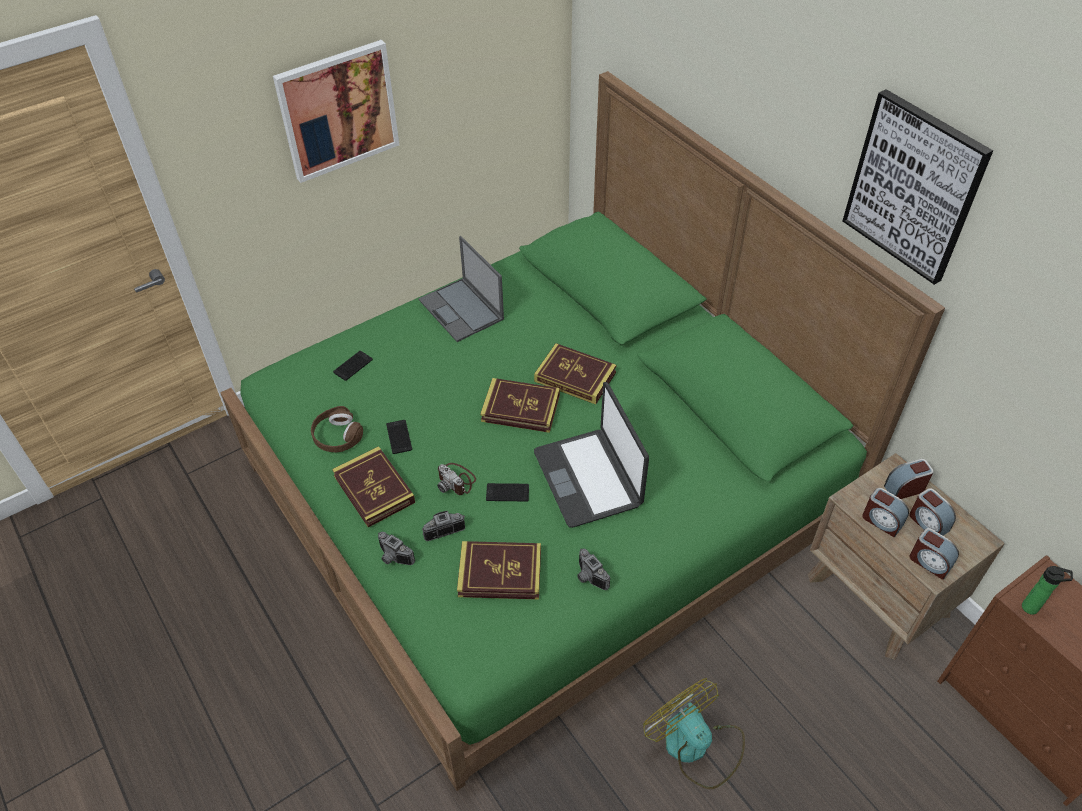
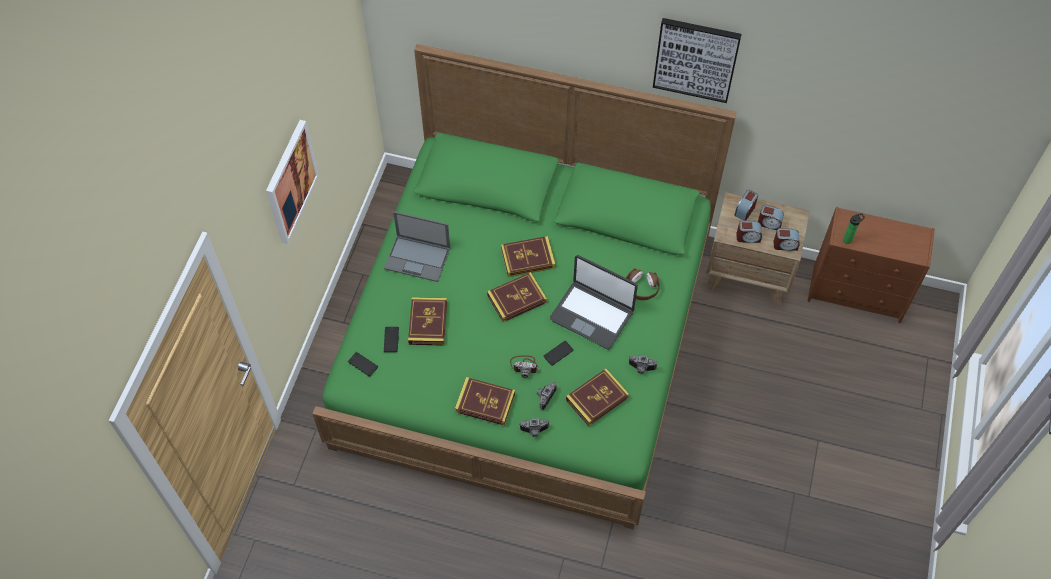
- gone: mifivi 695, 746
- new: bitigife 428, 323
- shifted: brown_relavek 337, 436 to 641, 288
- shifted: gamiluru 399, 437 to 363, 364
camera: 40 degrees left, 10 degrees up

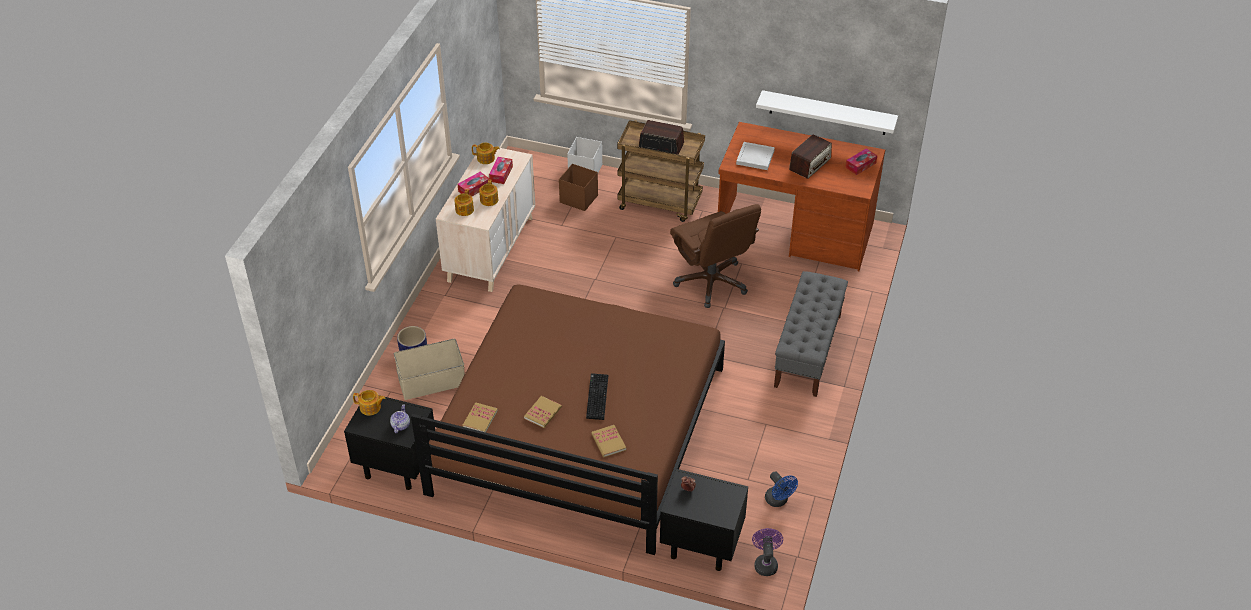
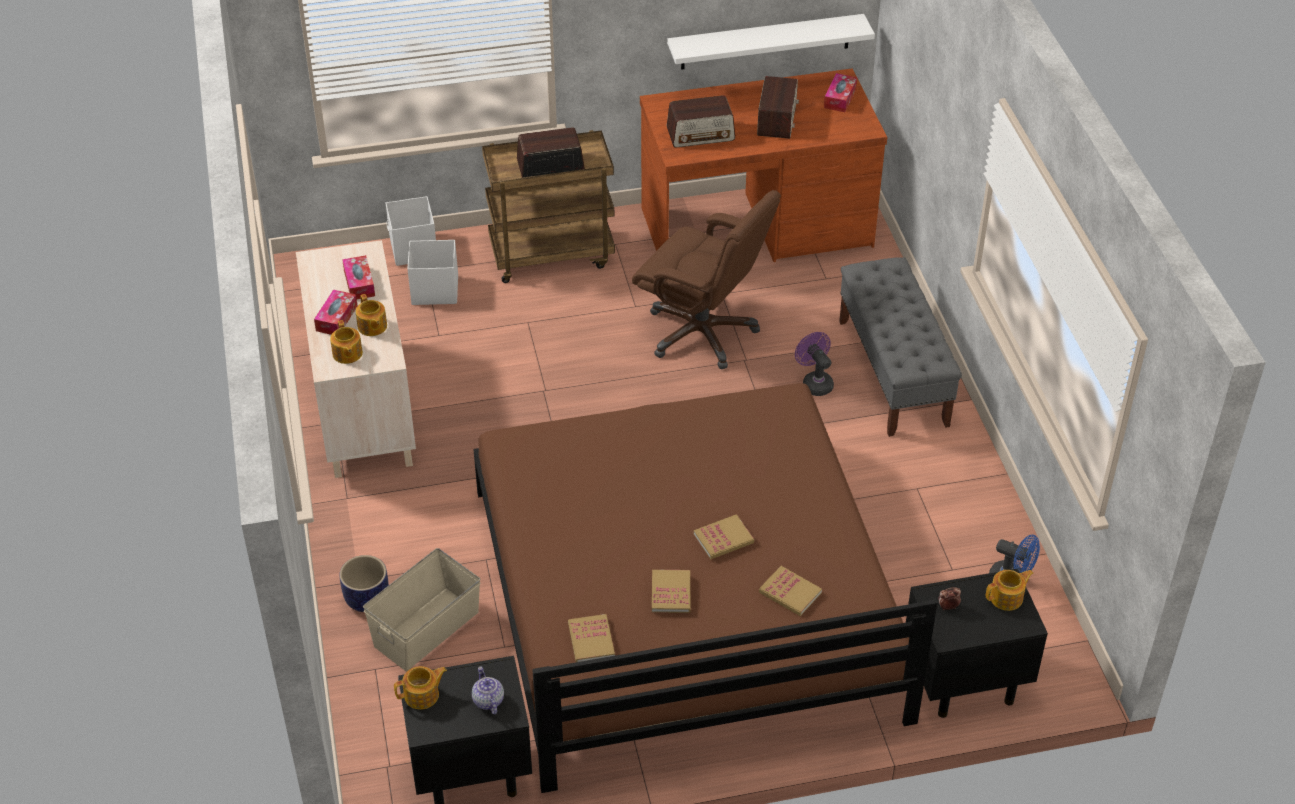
- shifted: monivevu 486, 159 to 1007, 598
- shifted: purple_mifivi 765, 563 to 814, 382
- swapped: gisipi 596, 396 to bitigife 723, 539
- swapped: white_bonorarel 756, 157 to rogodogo 701, 134
- repainted: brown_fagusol 578, 199 to white_fagusol 434, 290
camera: 30 degrees left, 0 degrees up

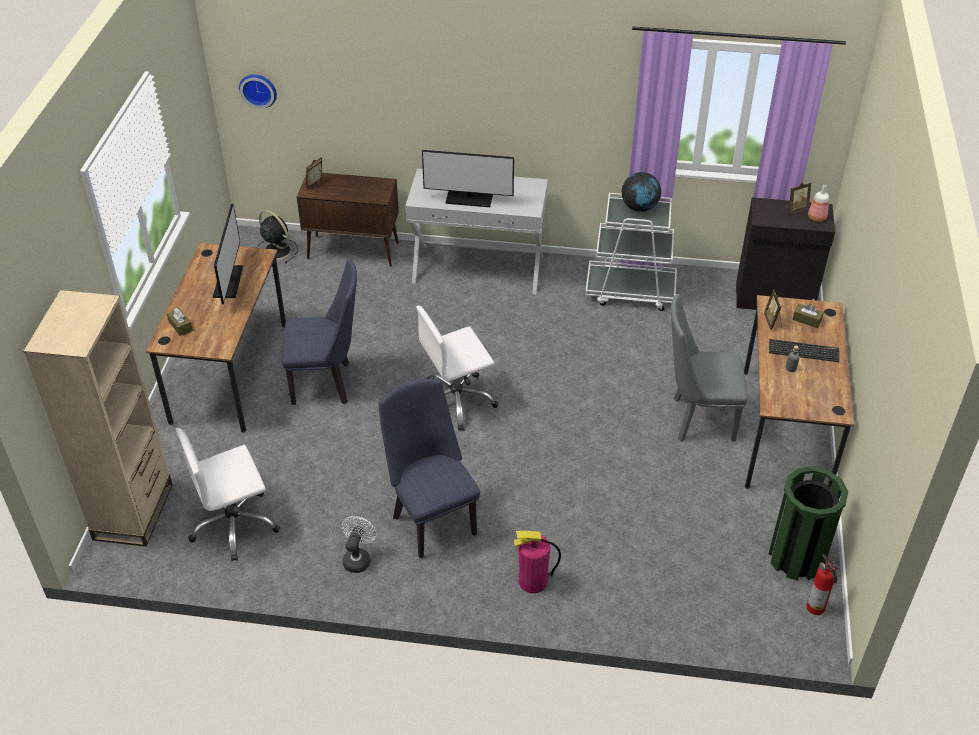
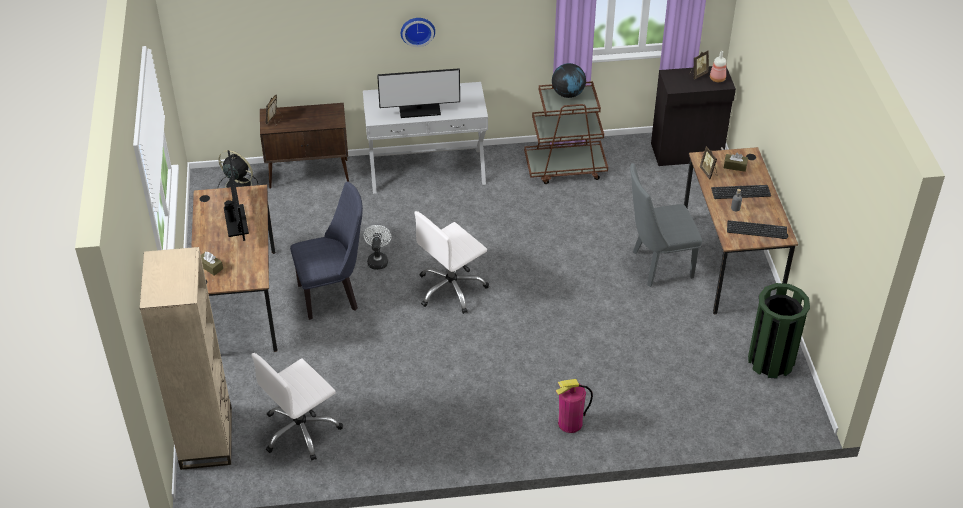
- gone: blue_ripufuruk 431, 519
- gone: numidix 816, 608
- new: gisipi 756, 230
- shifted: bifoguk 258, 89 to 417, 30
- shifted: white_mifivi 358, 558 to 378, 260
- repainted: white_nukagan 630, 291 to brown_nukagan 565, 167
camera: 15 degrees left, 0 degrees up

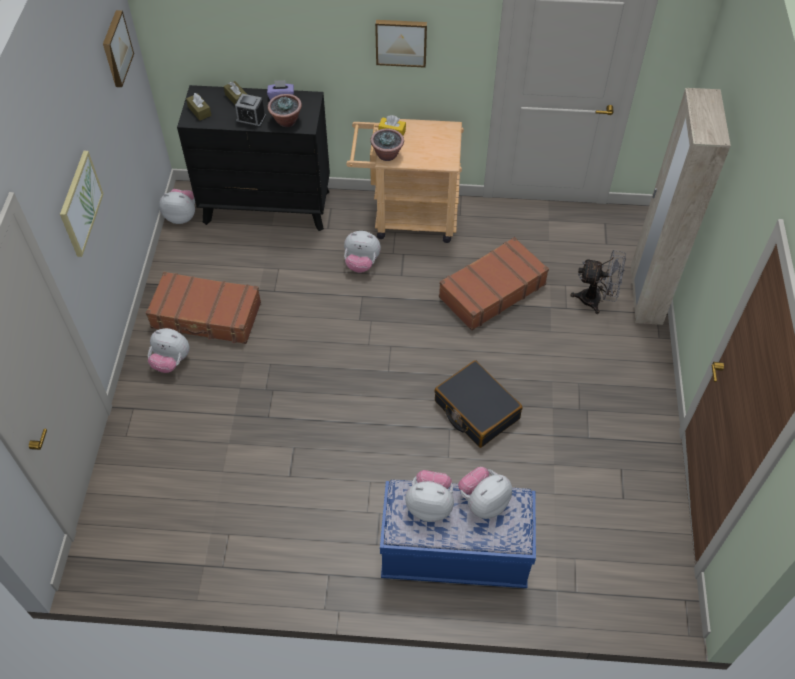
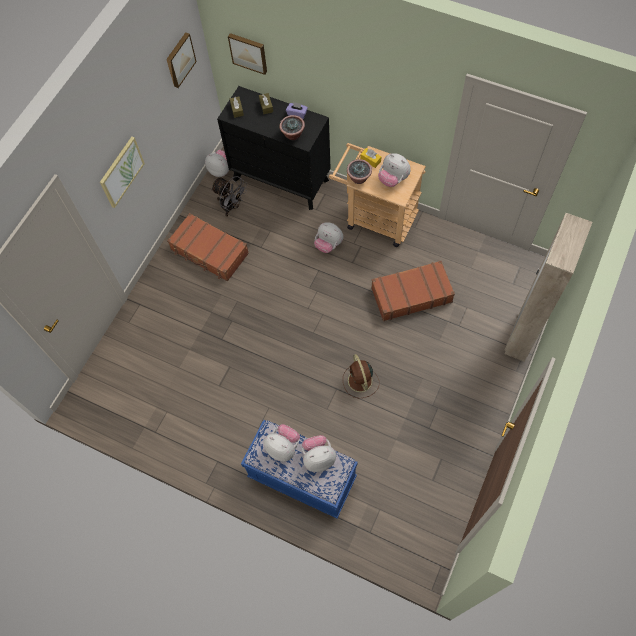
- gone: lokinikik 251, 119
- shifted: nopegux 171, 361 to 393, 179
- shifted: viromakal 401, 42 to 248, 52
- shifted: grey_mifivi 596, 300 to 231, 207
- swapped: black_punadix 476, 410 to brown_mifivi 360, 381
camera: 25 degrees right, 10 degrees up

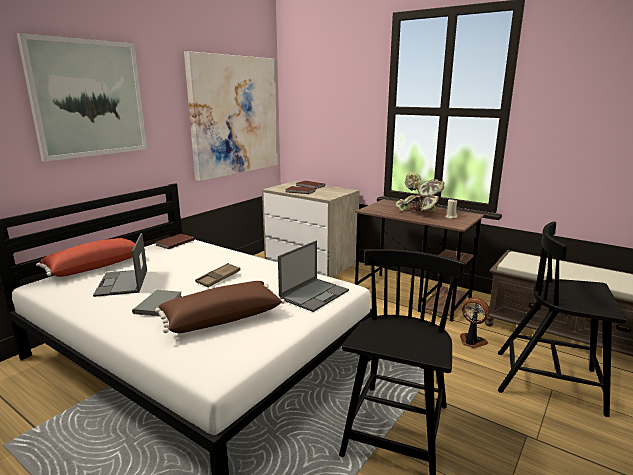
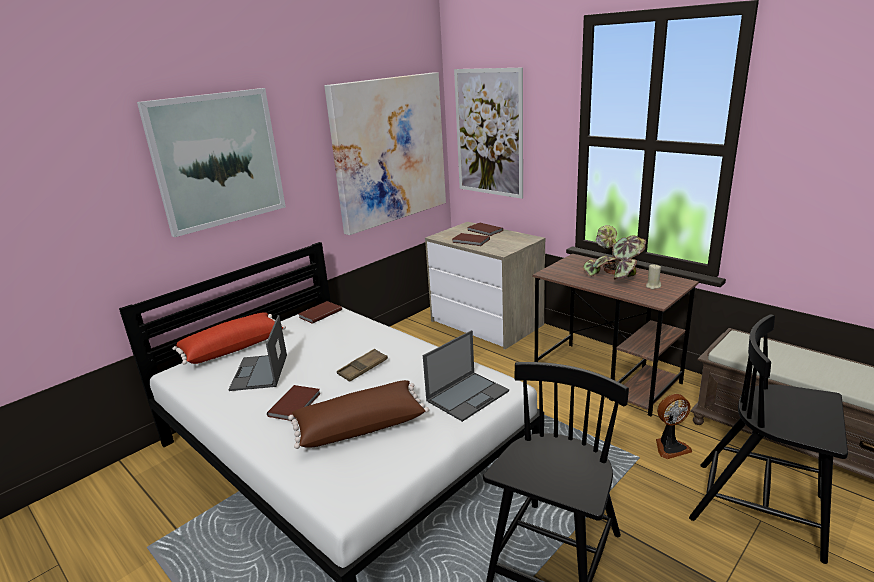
- new: viromakal 489, 133
- repainted: grey_bitigife 159, 304 to brown_bitigife 296, 404
- rotated: mifivi 471, 342 = 670, 447 120 degrees clockwise
camera: 10 degrees right, 5 degrees up

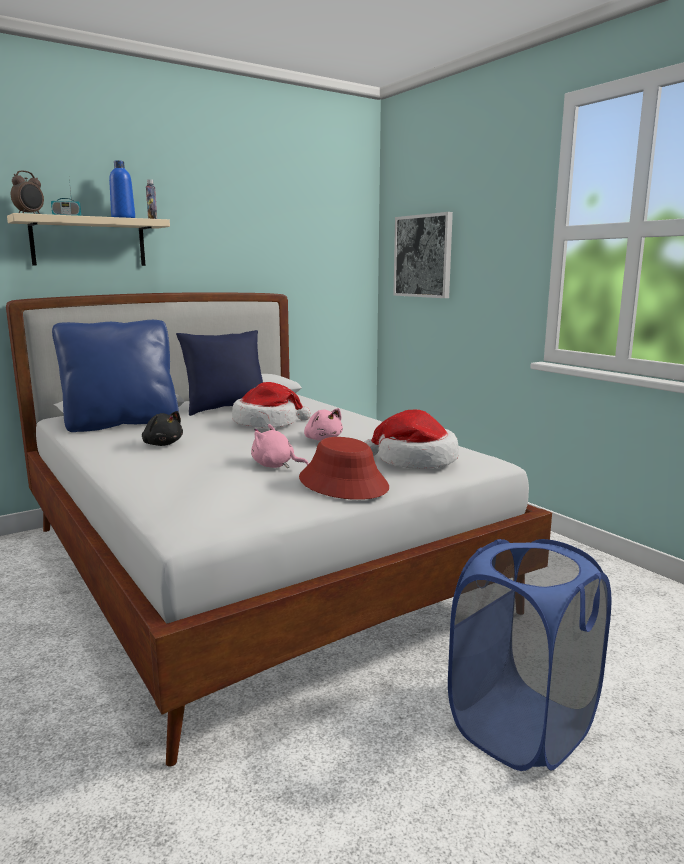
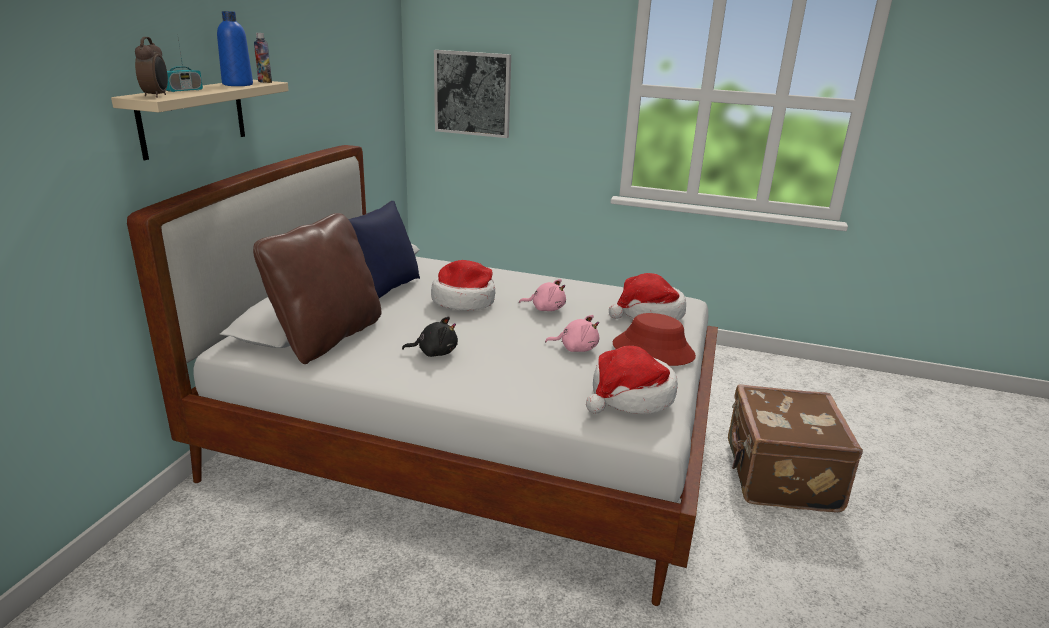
- new: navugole 630, 397
- swapped: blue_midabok 521, 728 to brown_punadix 778, 476
- repainted: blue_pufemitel 121, 423 to brown_pufemitel 327, 337
- rotated: pink_nopegux 275, 466 = 576, 348 150 degrees counterclockwise
camera: 40 degrees left, 10 degrees up

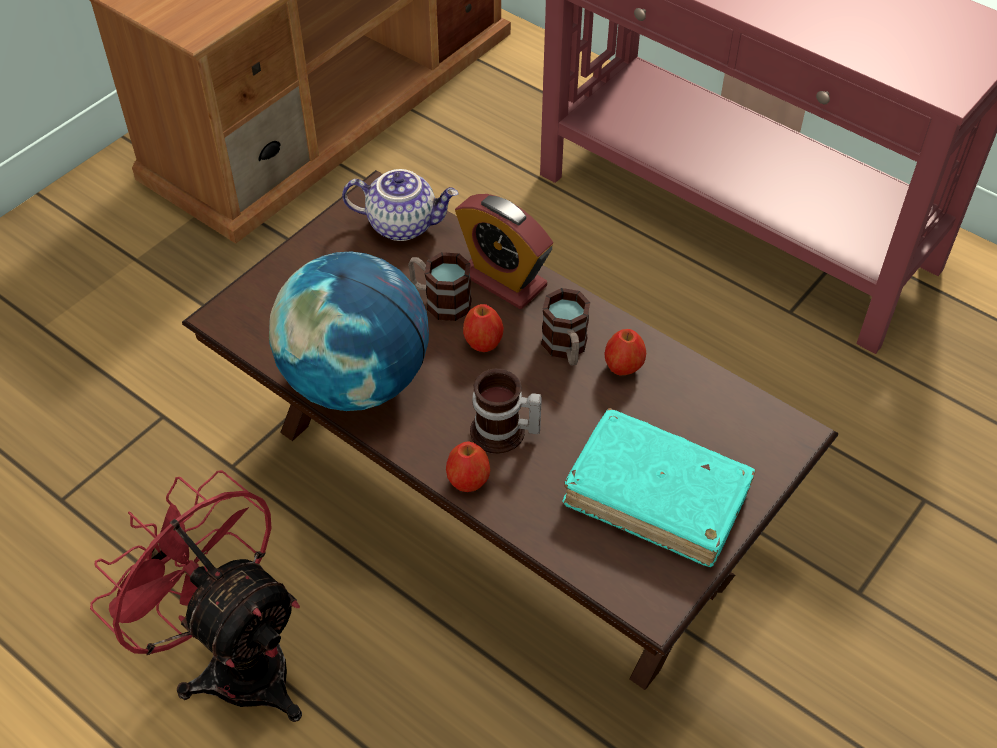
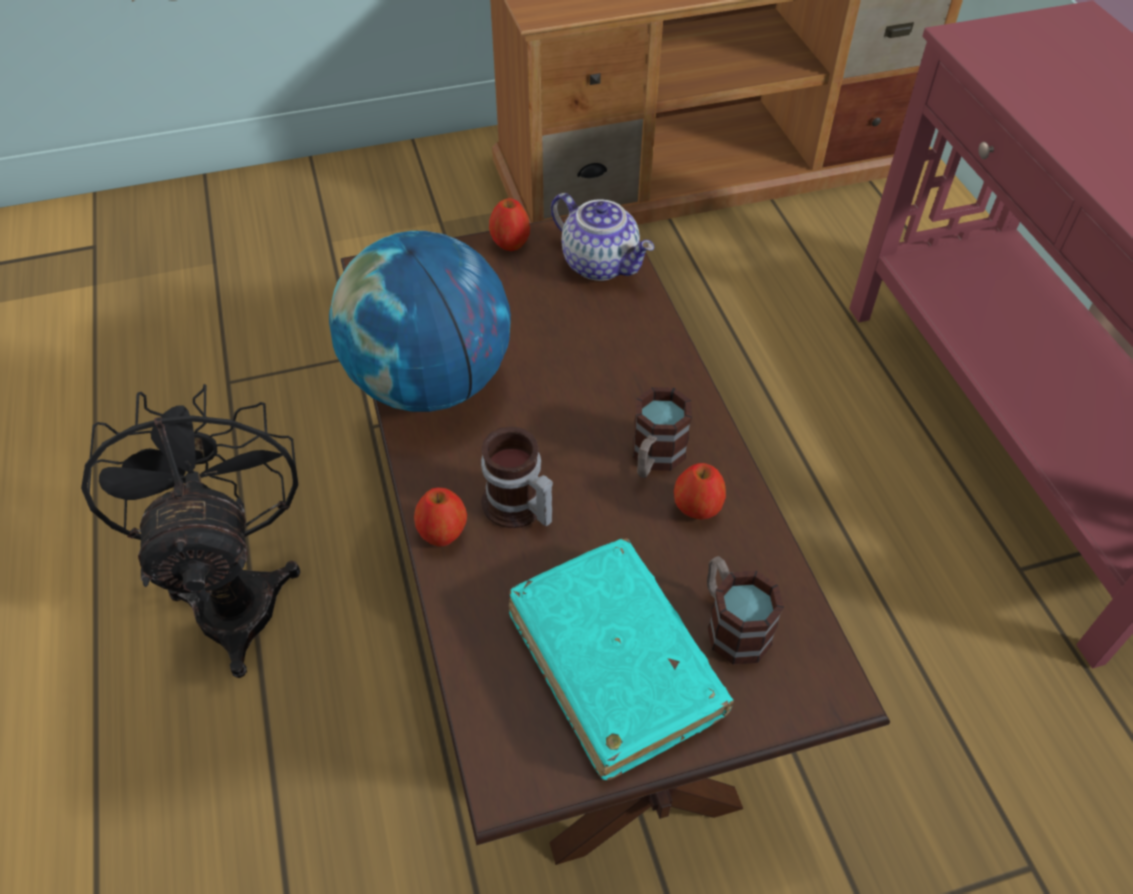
- gone: lokinikik 503, 280
- shifted: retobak 440, 300 to 731, 624
- shifted: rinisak 483, 343 to 510, 243
- repainted: red_mifivi 235, 660 to black_mifivi 236, 591
camera: 35 degrees right, 0 degrees up

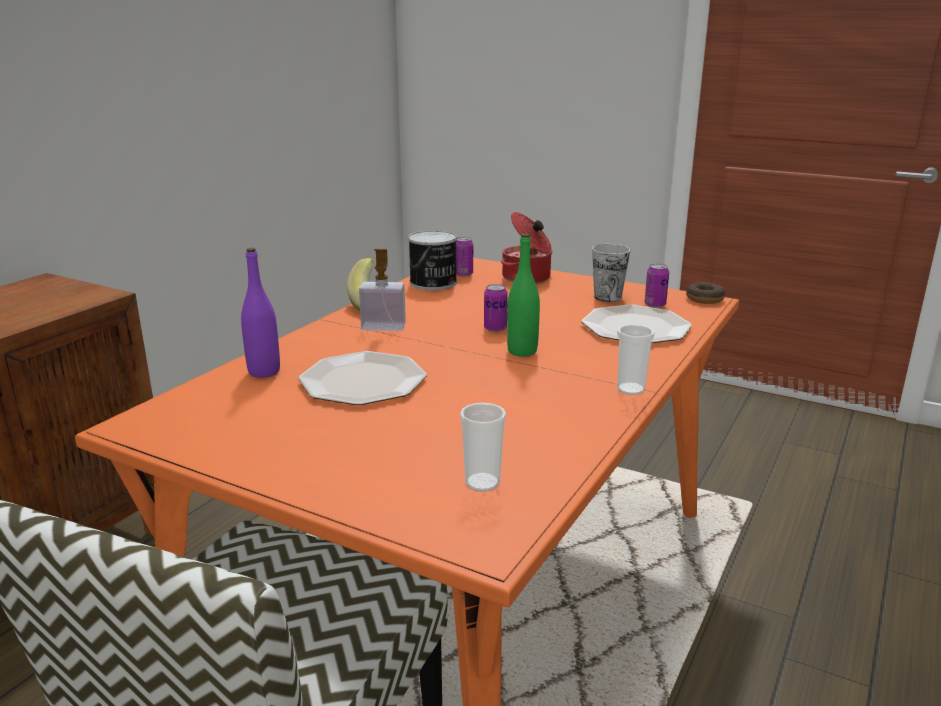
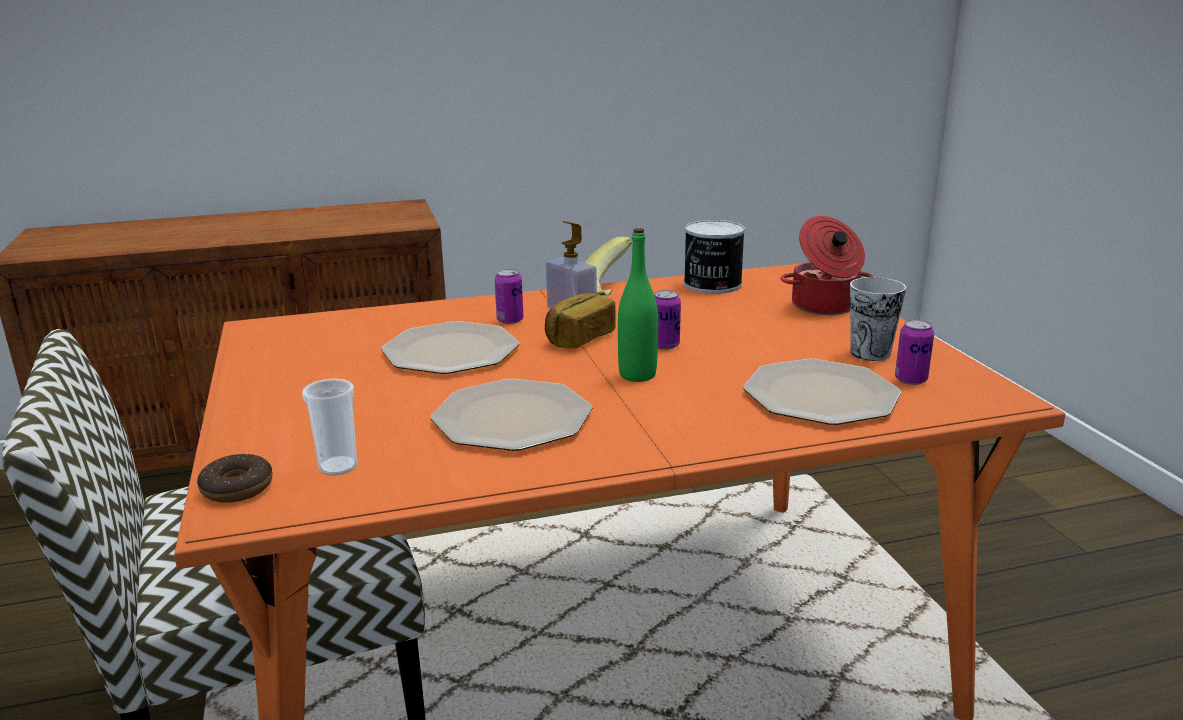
- gone: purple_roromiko 264, 372
- gone: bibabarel 630, 389
- new: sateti 514, 417
- new: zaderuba 579, 338
- shifted: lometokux 463, 274 to 510, 320
- shifted: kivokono 704, 299 to 237, 488
camera: 45 degrees right, 0 degrees up

